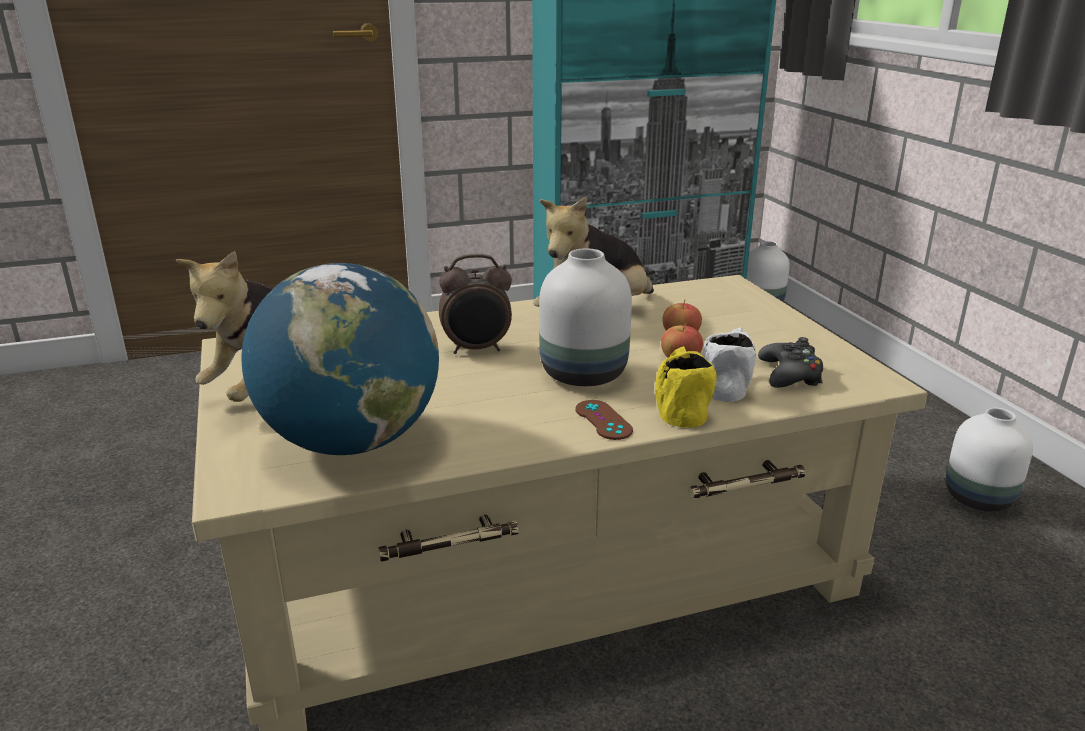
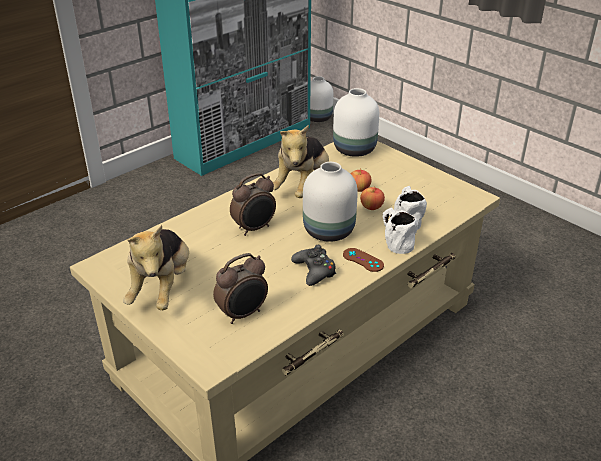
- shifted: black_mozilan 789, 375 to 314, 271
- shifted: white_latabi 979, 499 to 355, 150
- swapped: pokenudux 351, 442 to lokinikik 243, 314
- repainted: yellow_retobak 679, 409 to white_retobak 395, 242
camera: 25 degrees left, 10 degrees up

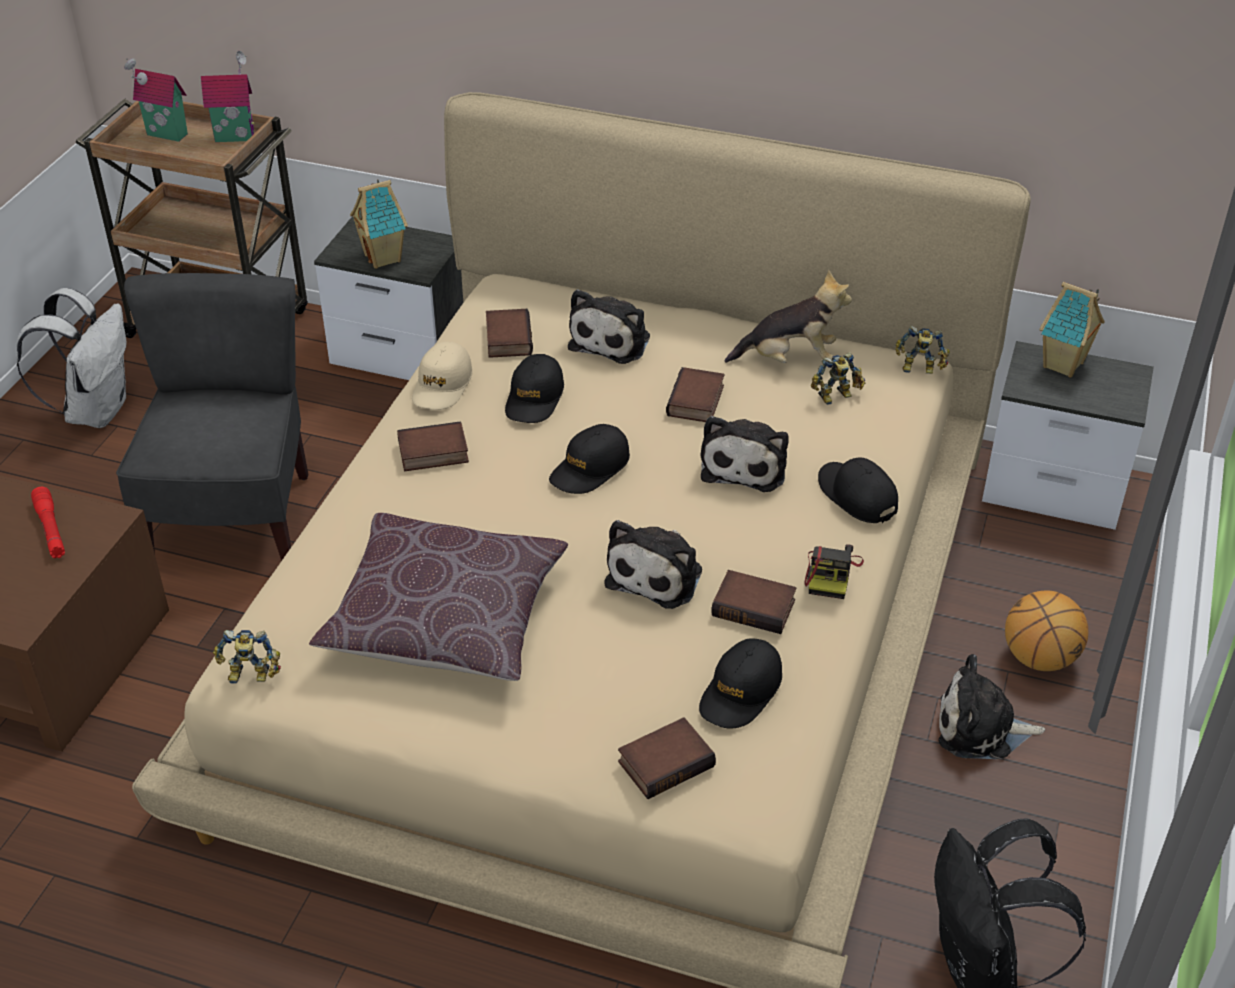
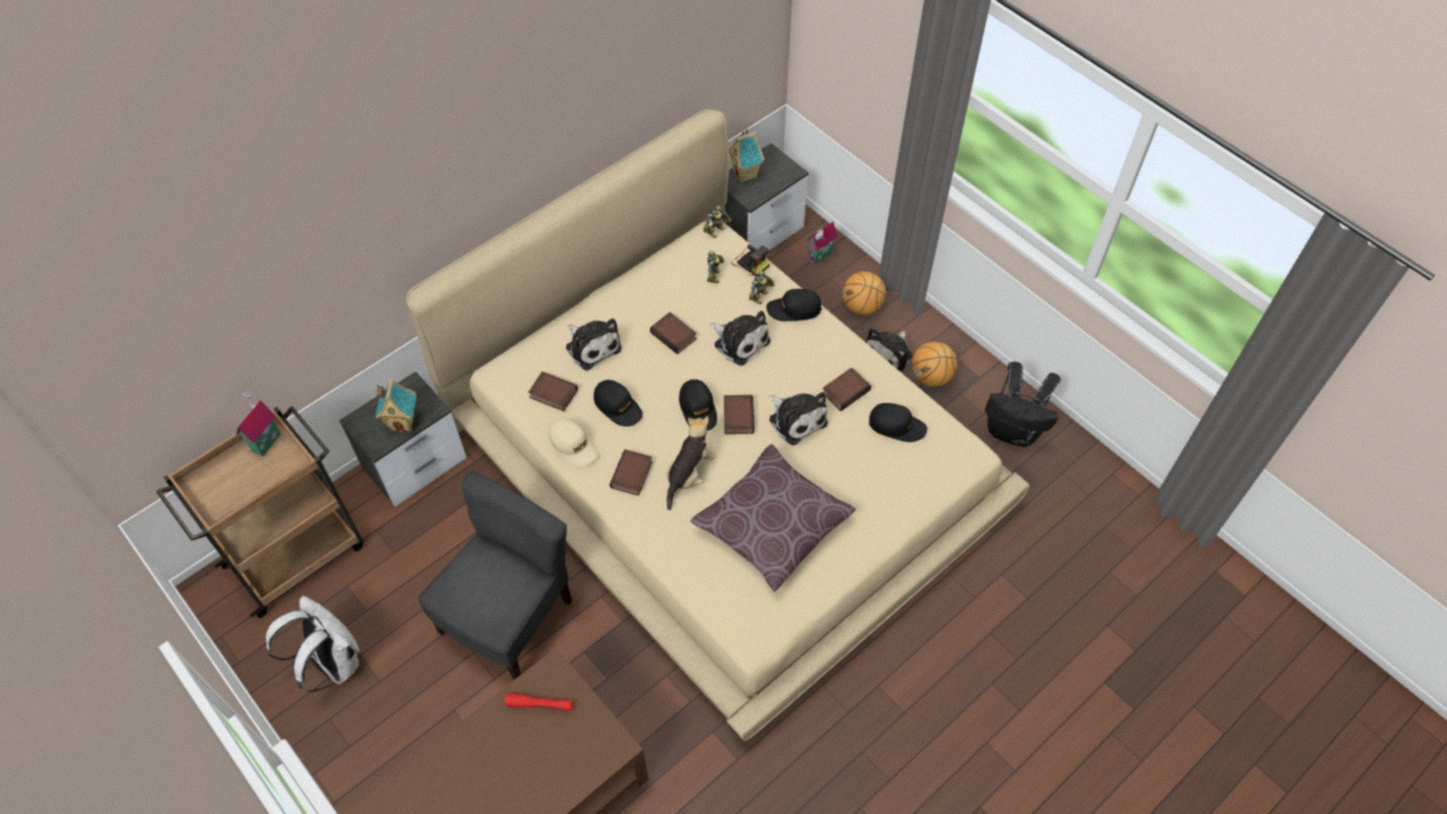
- new: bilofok 931, 377
- shifted: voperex 165, 135 to 821, 256
- shifted: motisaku 250, 677 to 761, 296
- shifted: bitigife 665, 762 to 737, 416
- shifted: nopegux 789, 359 to 689, 474
- shifted: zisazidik 831, 574 to 750, 262
- rotated: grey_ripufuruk 234, 520 = 508, 618 90 degrees clockwise
- rotated: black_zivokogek 740, 692 = 897, 425 45 degrees counterclockwise
camera: 60 degrees left, 15 degrees up

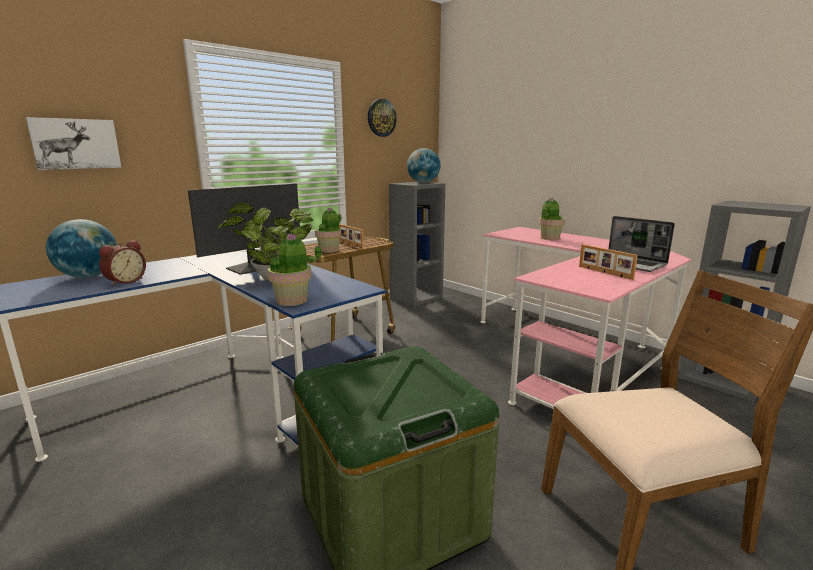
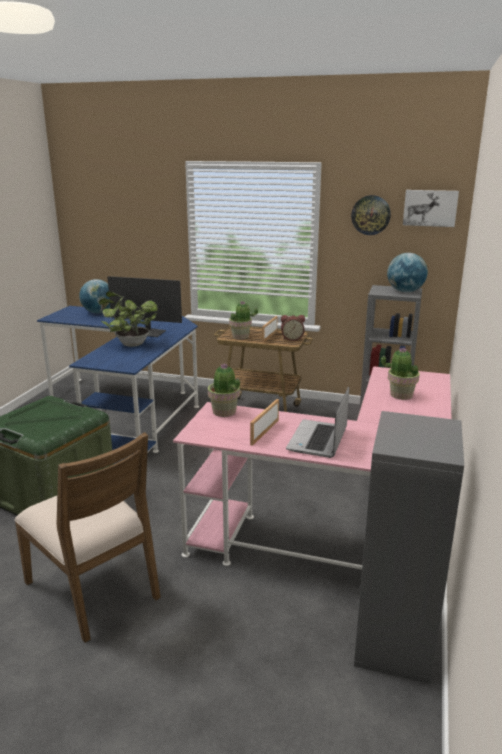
- shifted: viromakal 75, 144 to 430, 208
- shifted: lokinikik 125, 281 to 292, 338
- shifted: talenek 292, 301 to 224, 412
camera: 60 degrees right, 5 degrees up

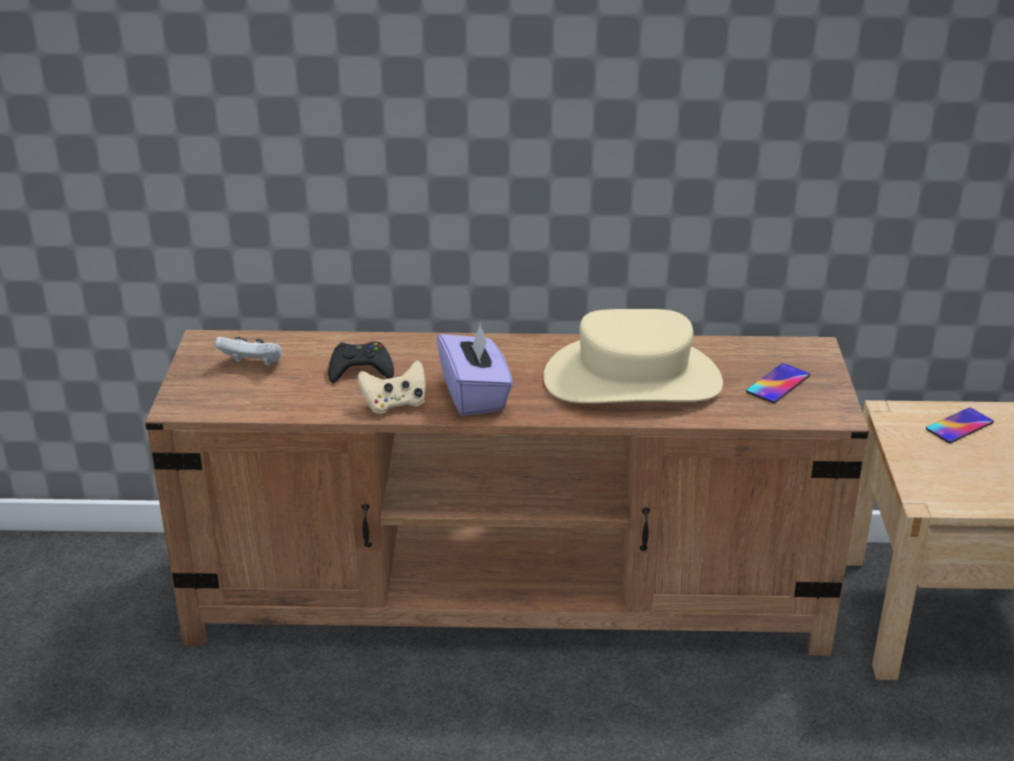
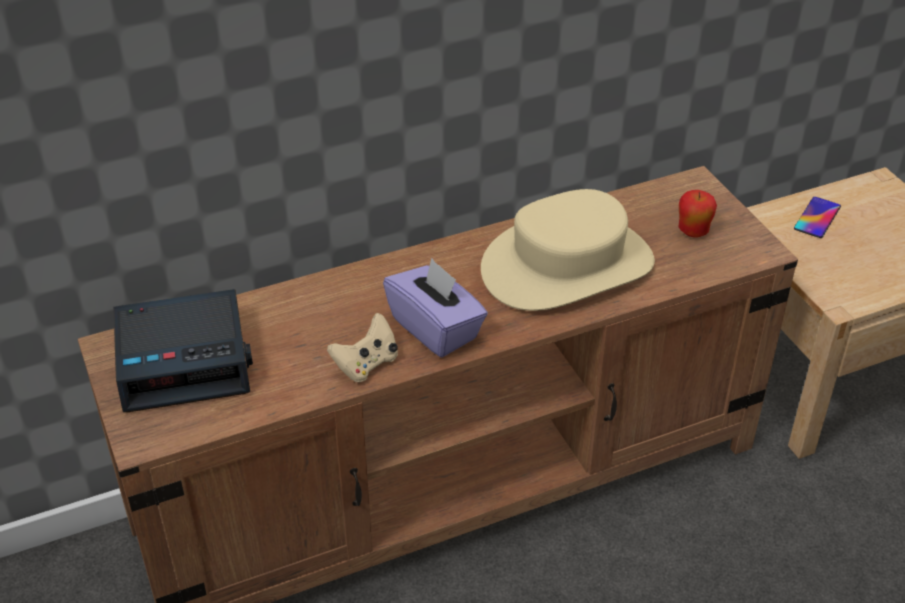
- gone: black_mozilan 360, 369
- swapped: white_mozilan 253, 365 to lokinikik 185, 361
- swapped: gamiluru 778, 384 to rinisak 693, 232
camera: 25 degrees left, 10 degrees up

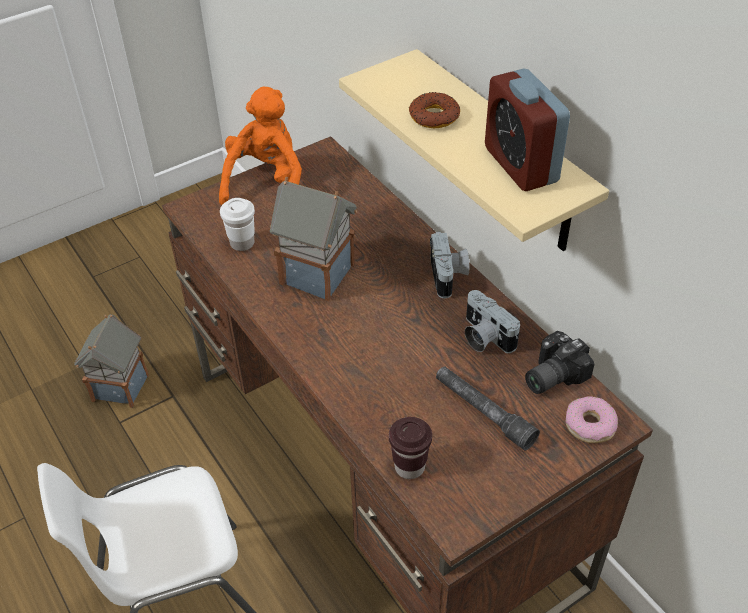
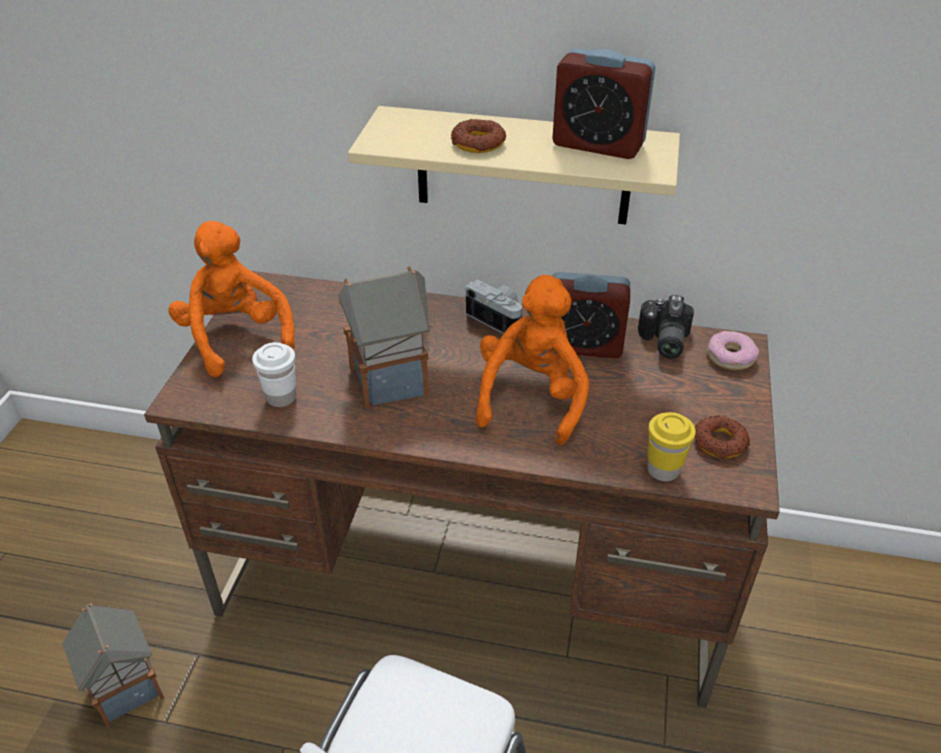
- gone: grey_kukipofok 483, 412
- new: orange_nopegux 532, 397
- new: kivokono 720, 442
- swapped: zisazidik 484, 337 to lokinikik 583, 345
- repainted: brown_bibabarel 409, 467 to yellow_bibabarel 663, 470
camera: 45 degrees left, 5 degrees down

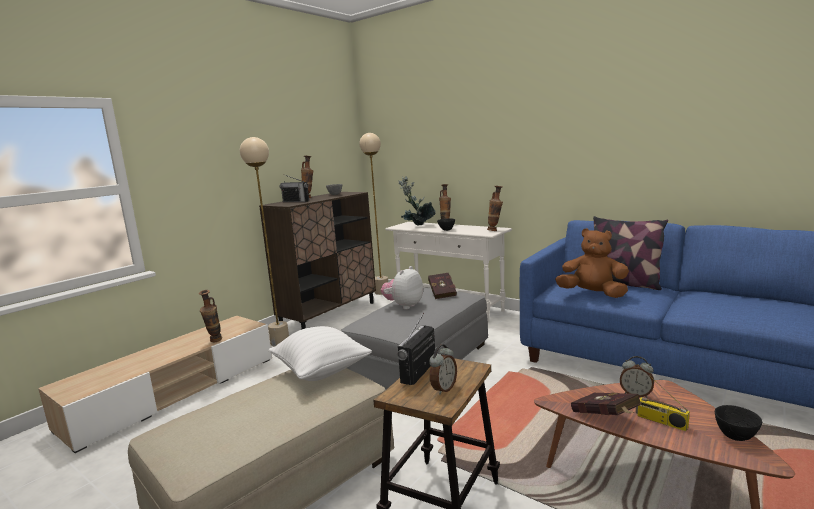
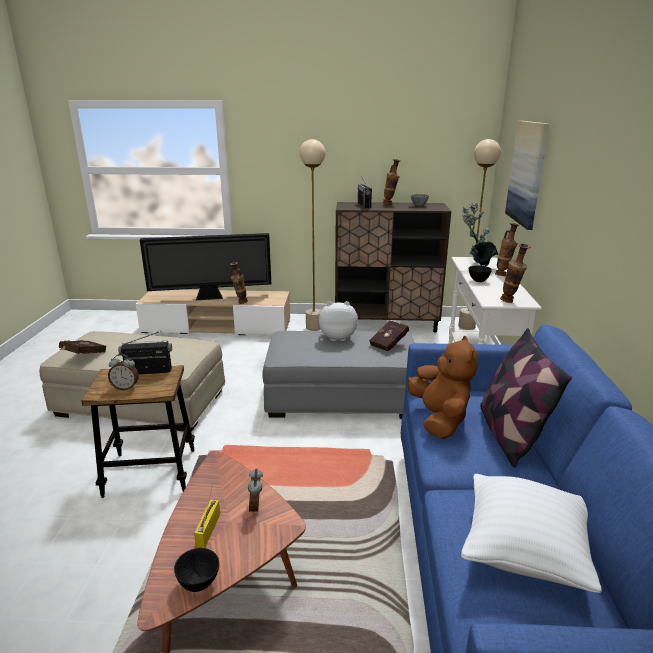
- new: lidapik 211, 298
- new: viromakal 527, 173
- shifted: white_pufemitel 321, 371 to 523, 551
- shifted: red_bitigife 606, 419 to 83, 357
camera: 55 degrees right, 10 degrees up

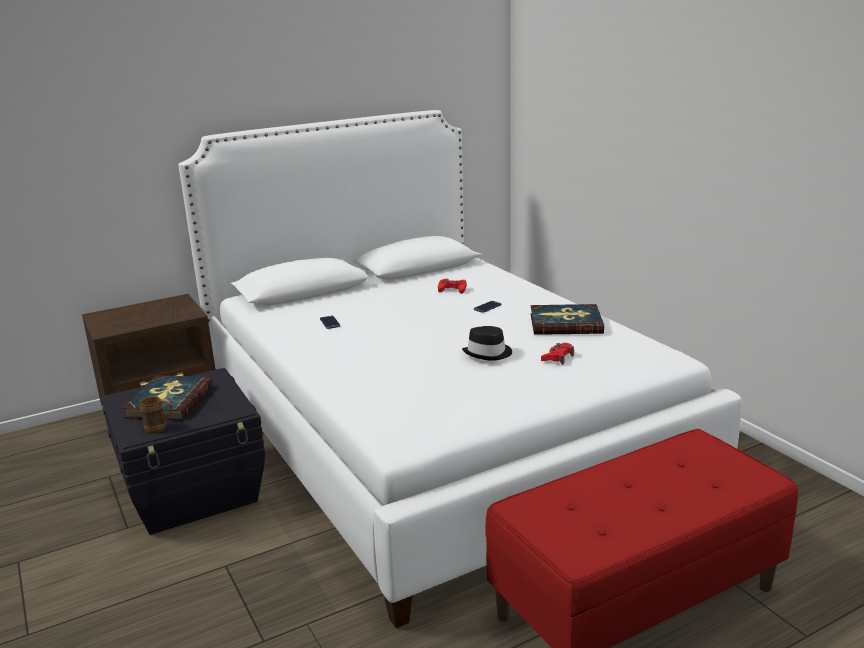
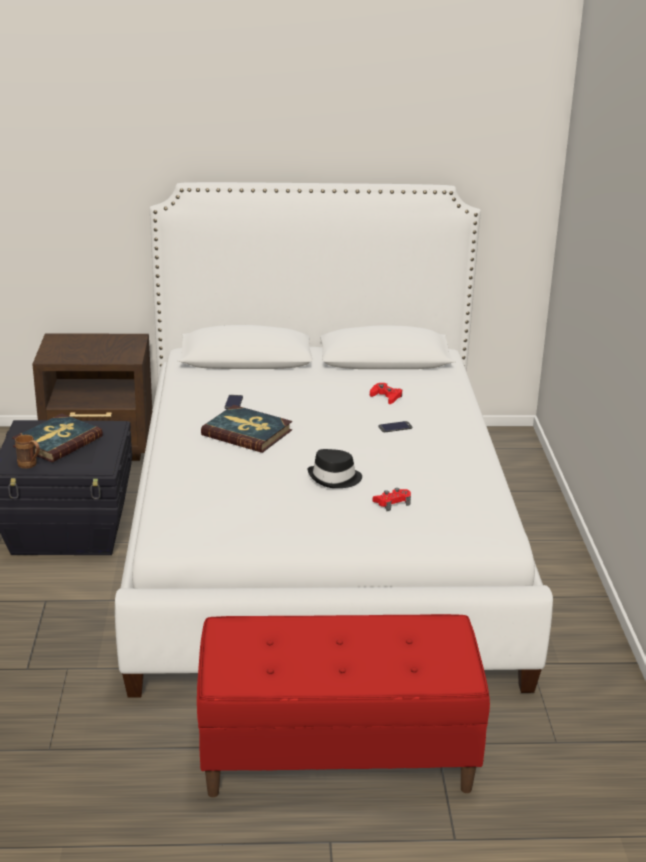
- shifted: bitigife 565, 323 to 247, 432
camera: 25 degrees right, 5 degrees up

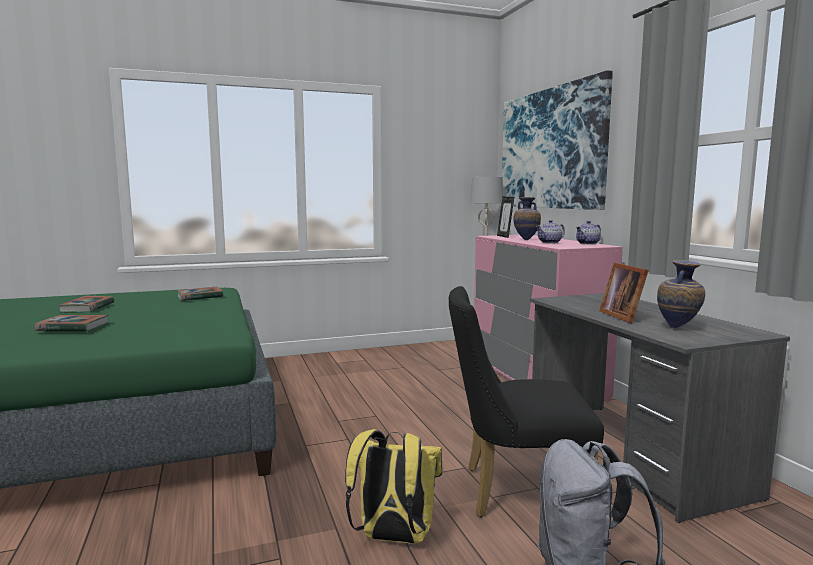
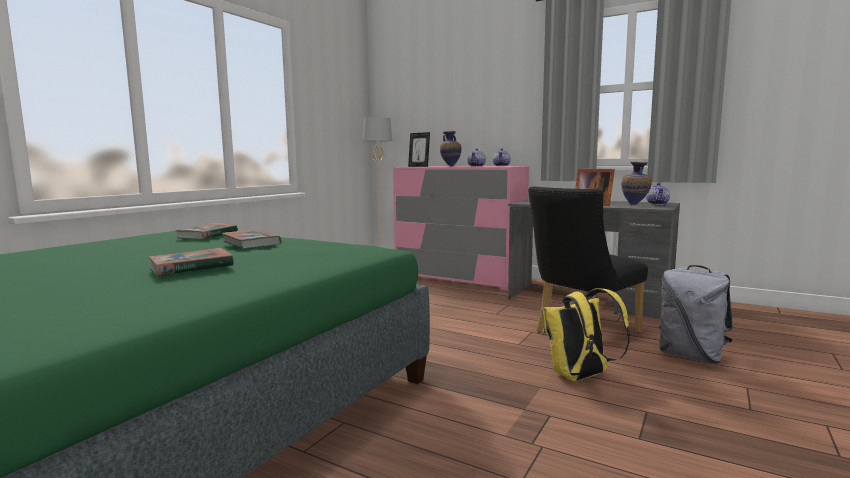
- gone: viromakal 550, 149
- new: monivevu 658, 204
- shifted: bitigife 87, 307 to 251, 243
camera: 40 degrees left, 0 degrees up

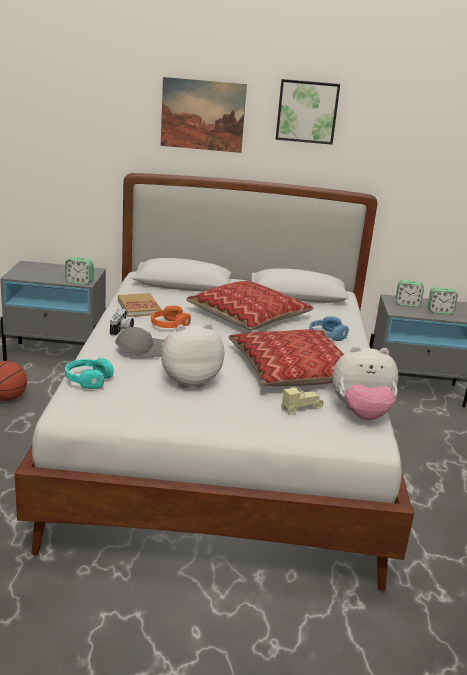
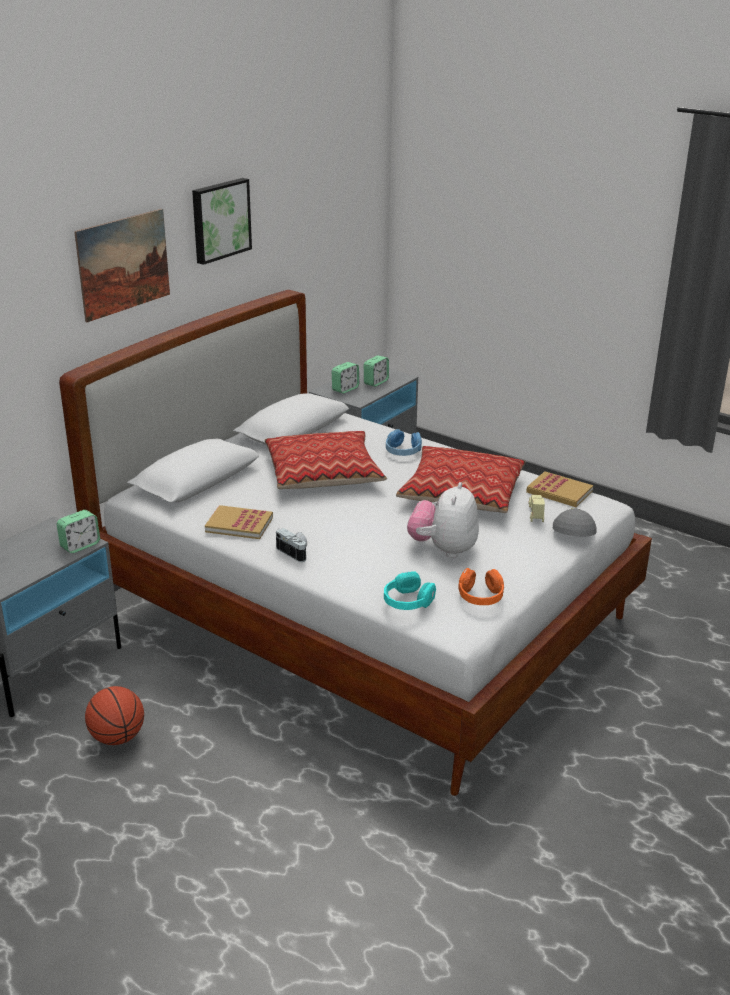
- shifted: grey_zivokogek 141, 349 to 573, 530
- shifted: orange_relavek 169, 325 to 480, 596
- swapped: nopegux 361, 413 to bitigife 559, 492
camera: 55 degrees left, 5 degrees up

